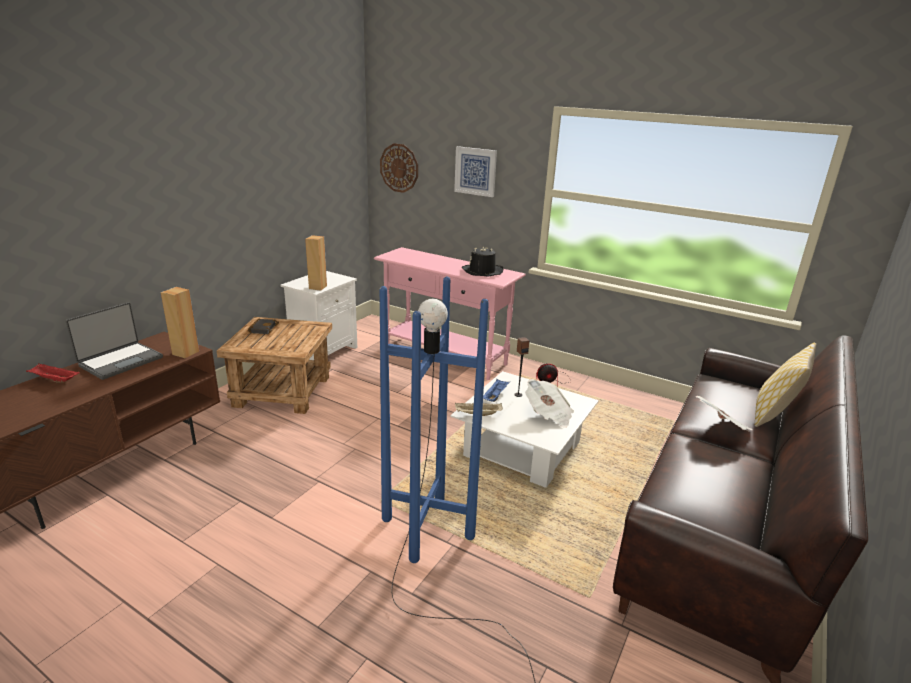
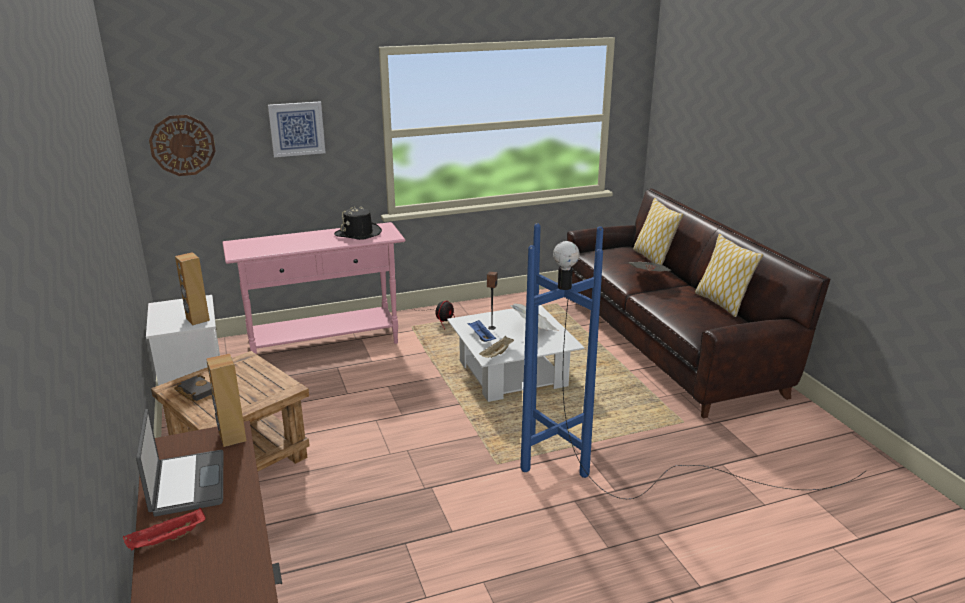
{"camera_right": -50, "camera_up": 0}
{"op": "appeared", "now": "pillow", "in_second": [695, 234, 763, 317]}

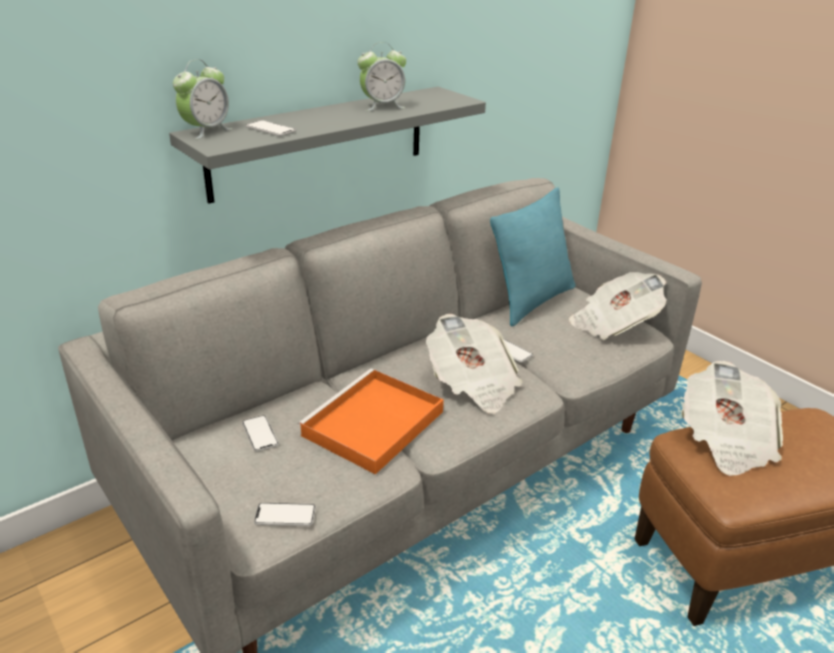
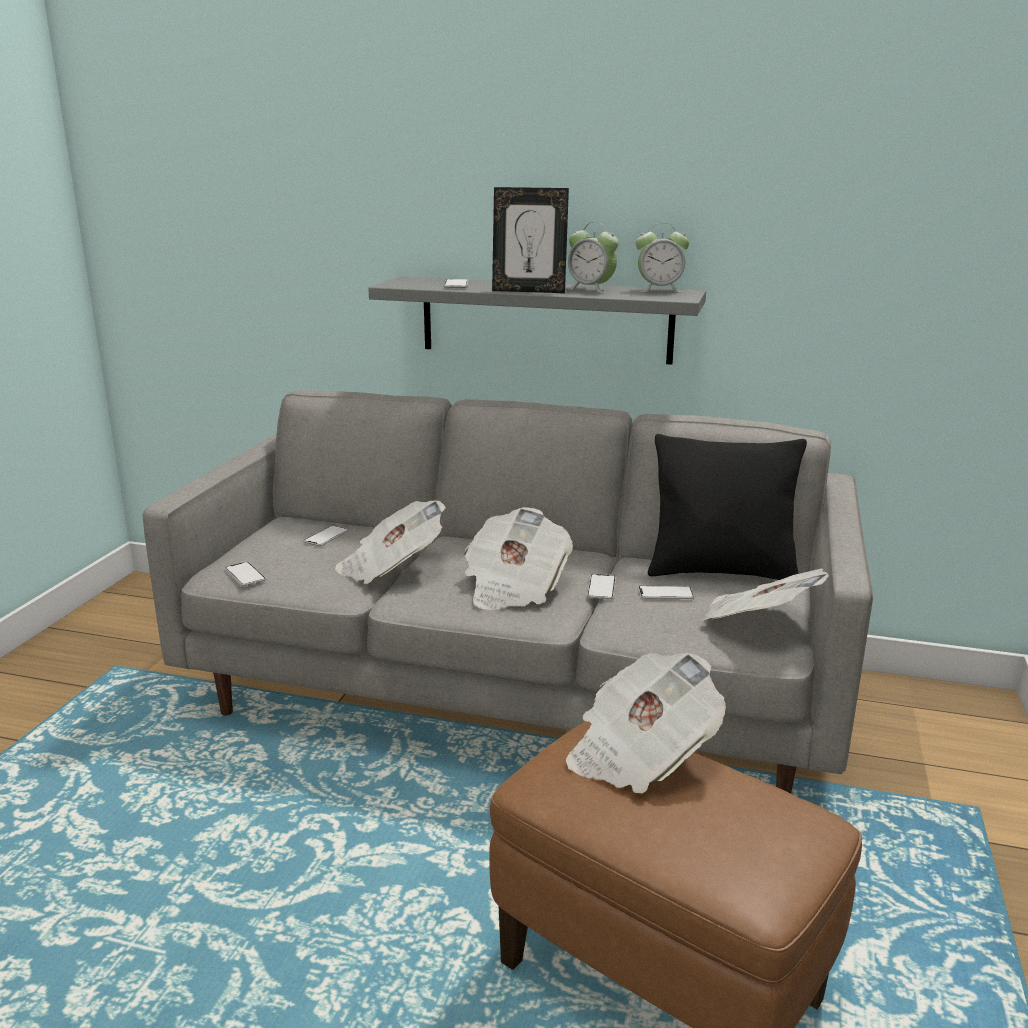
{"camera_right": 55, "camera_up": -10}
{"op": "appeared", "now": "picture frame", "in_second": [492, 187, 569, 293]}
{"op": "appeared", "now": "phone", "in_second": [638, 586, 694, 599]}
{"op": "relocated", "was": "alarm clock", "in_first": [173, 59, 233, 139], "in_second": [636, 223, 689, 293]}
{"op": "exchanged", "was": "tray (orange)", "now": "newspaper", "in_first": [297, 369, 444, 474], "in_second": [335, 500, 446, 584]}
{"op": "colour", "was": "pillow (turquoise)", "now": "pillow (black)", "in_first": [490, 187, 576, 327], "in_second": [648, 434, 807, 580]}

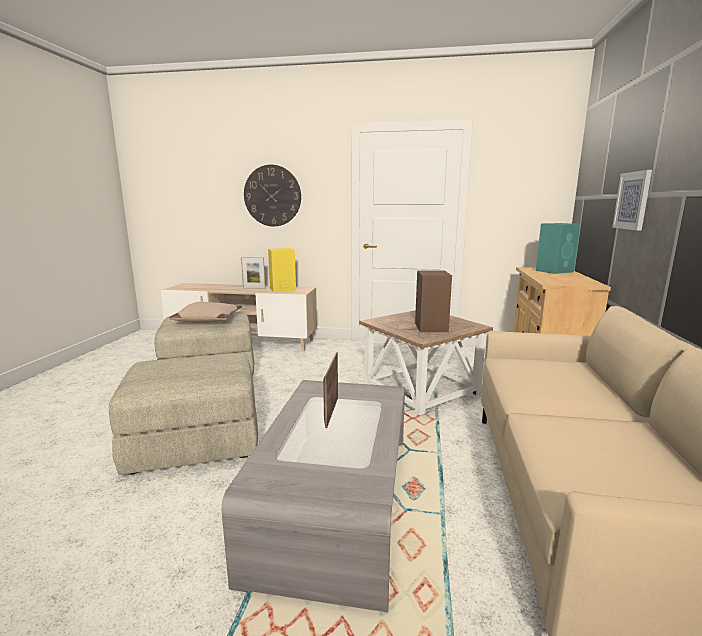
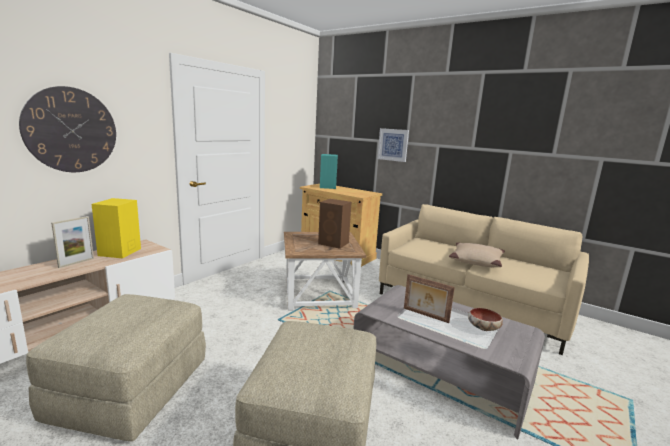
{"camera_right": -65, "camera_up": 0}
{"op": "appeared", "now": "bowl", "in_second": [468, 308, 503, 331]}
{"op": "relocated", "was": "pillow (beige)", "in_first": [170, 302, 242, 322], "in_second": [449, 243, 505, 267]}

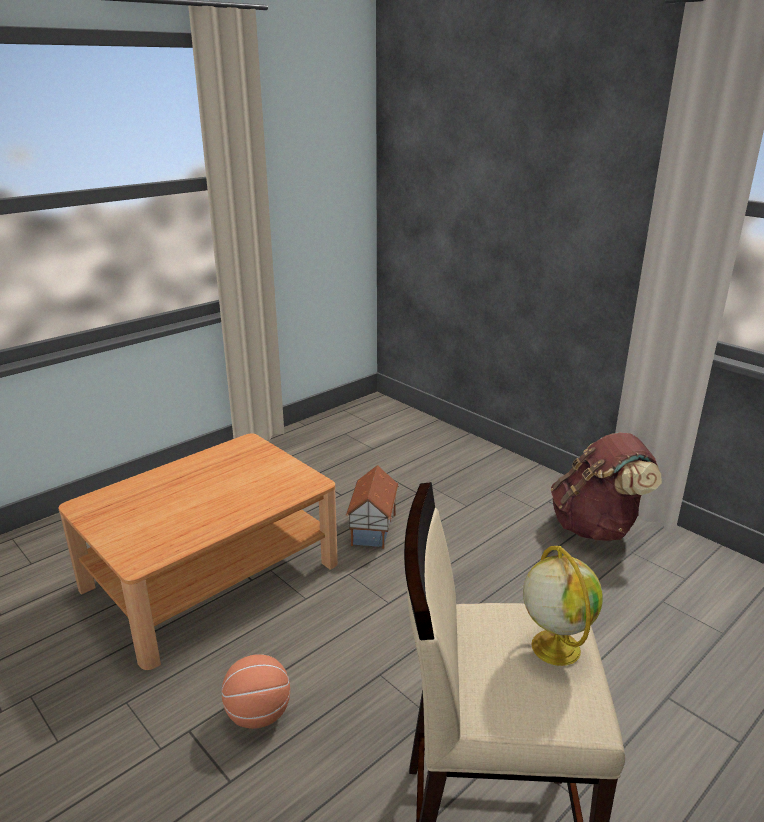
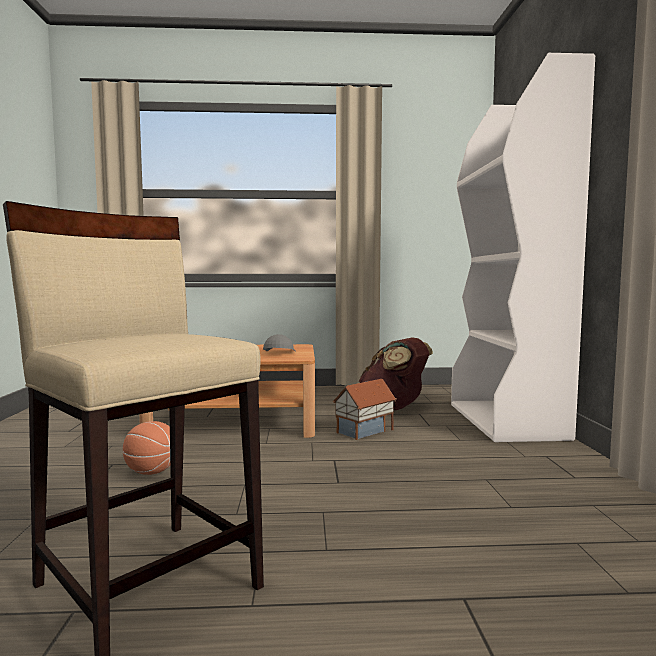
{"camera_right": 40, "camera_up": -20}
{"op": "missing", "was": "globe", "in_first": [523, 546, 603, 666]}
{"op": "appeared", "now": "cap (grey)", "in_second": [263, 334, 296, 352]}
{"op": "appeared", "now": "bookcase (white)", "in_second": [451, 53, 595, 442]}
{"op": "relocated", "was": "backpack (brown)", "in_first": [551, 432, 662, 541], "in_second": [359, 338, 433, 410]}

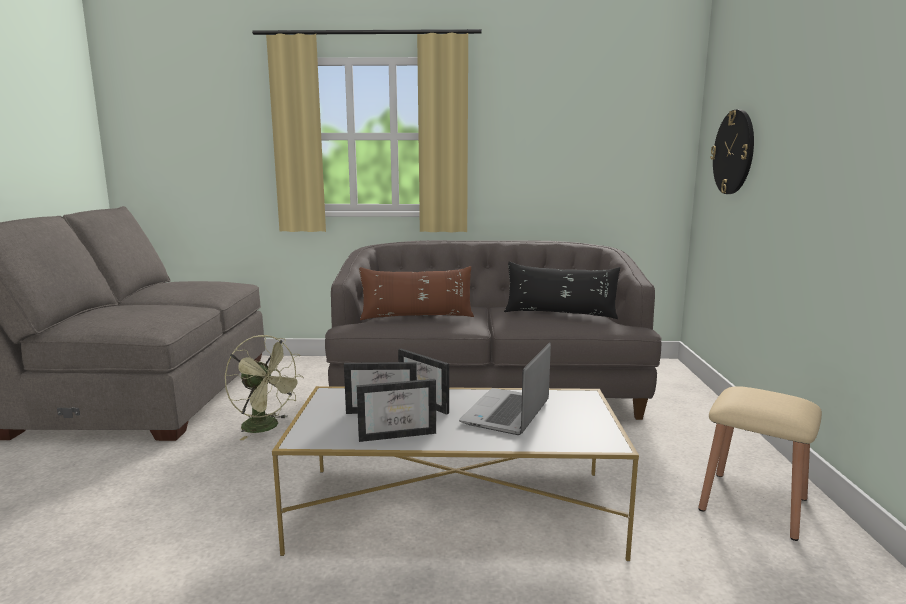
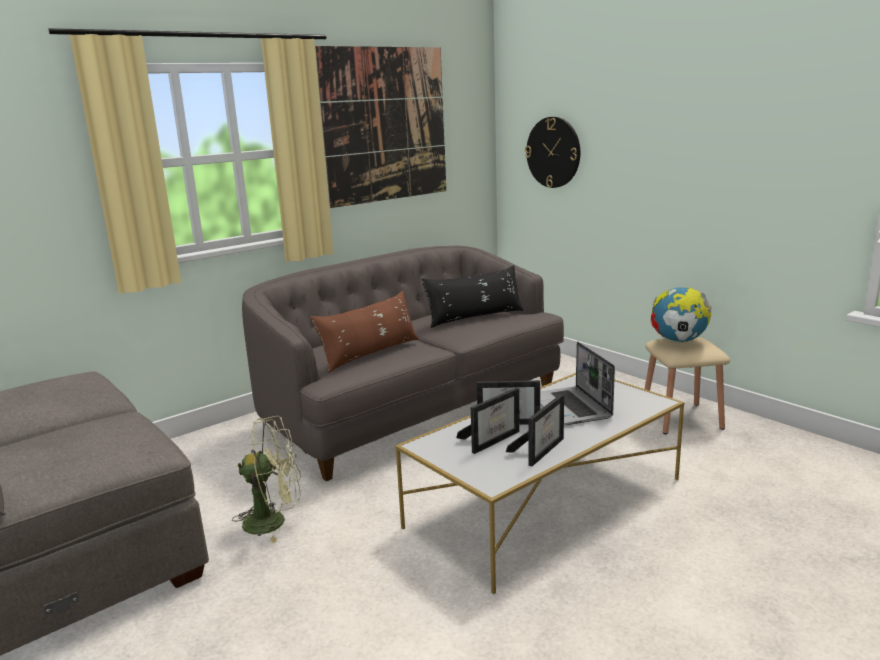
{"camera_right": -40, "camera_up": 5}
{"op": "appeared", "now": "picture", "in_second": [315, 46, 446, 208]}
{"op": "appeared", "now": "globe", "in_second": [650, 287, 712, 343]}

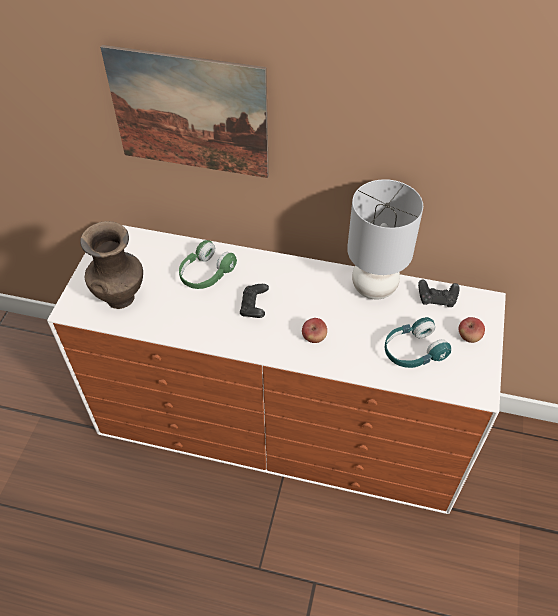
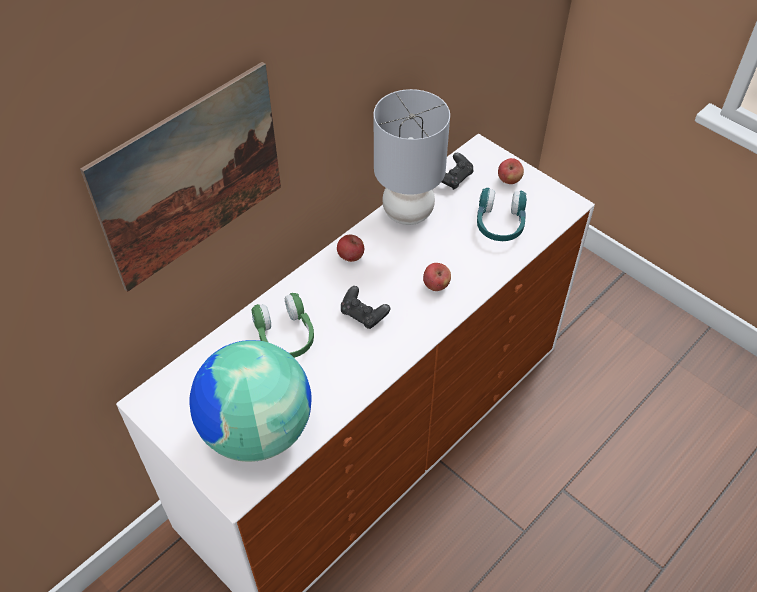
{"camera_right": -60, "camera_up": 0}
{"op": "appeared", "now": "apple", "in_second": [337, 235, 364, 262]}
{"op": "exchanged", "was": "vase (brown)", "now": "globe", "in_first": [80, 221, 143, 309], "in_second": [189, 340, 312, 462]}

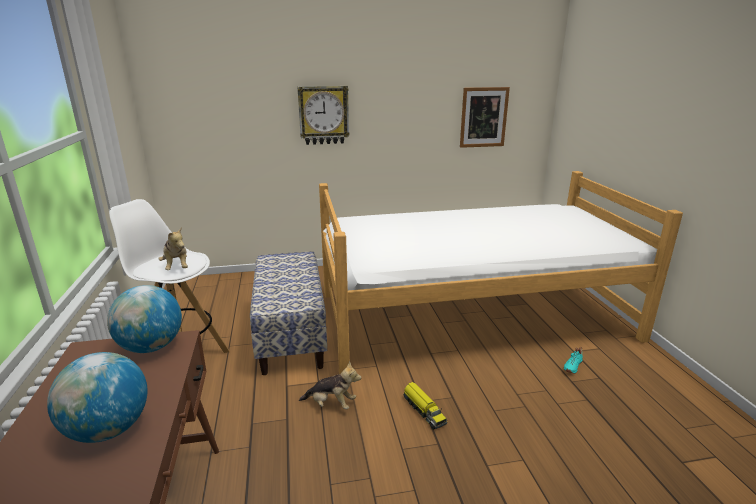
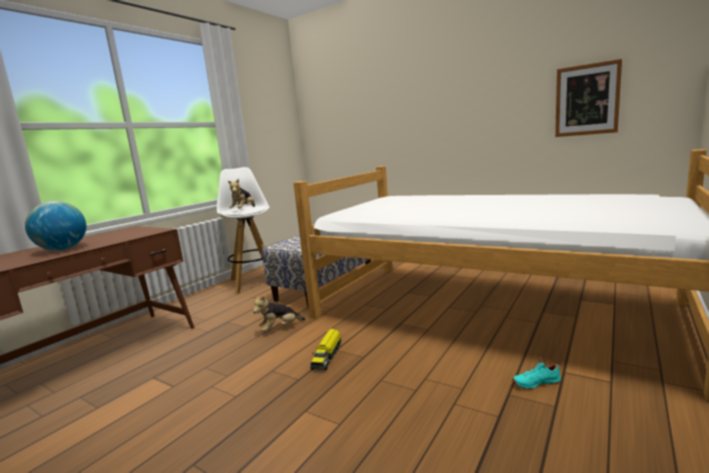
{"camera_right": 45, "camera_up": -10}
{"op": "missing", "was": "globe", "in_first": [107, 285, 182, 353]}
{"op": "missing", "was": "wall clock", "in_first": [297, 86, 349, 145]}
{"op": "spun", "was": "plush toy", "in_first": [299, 361, 361, 409], "in_second": [253, 296, 306, 332], "clockwise": 90}

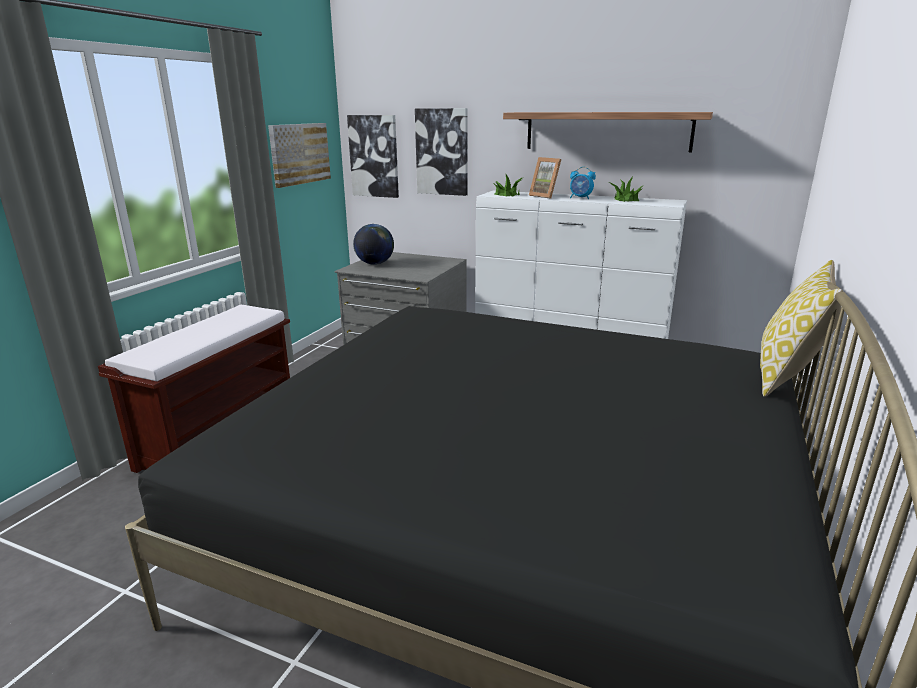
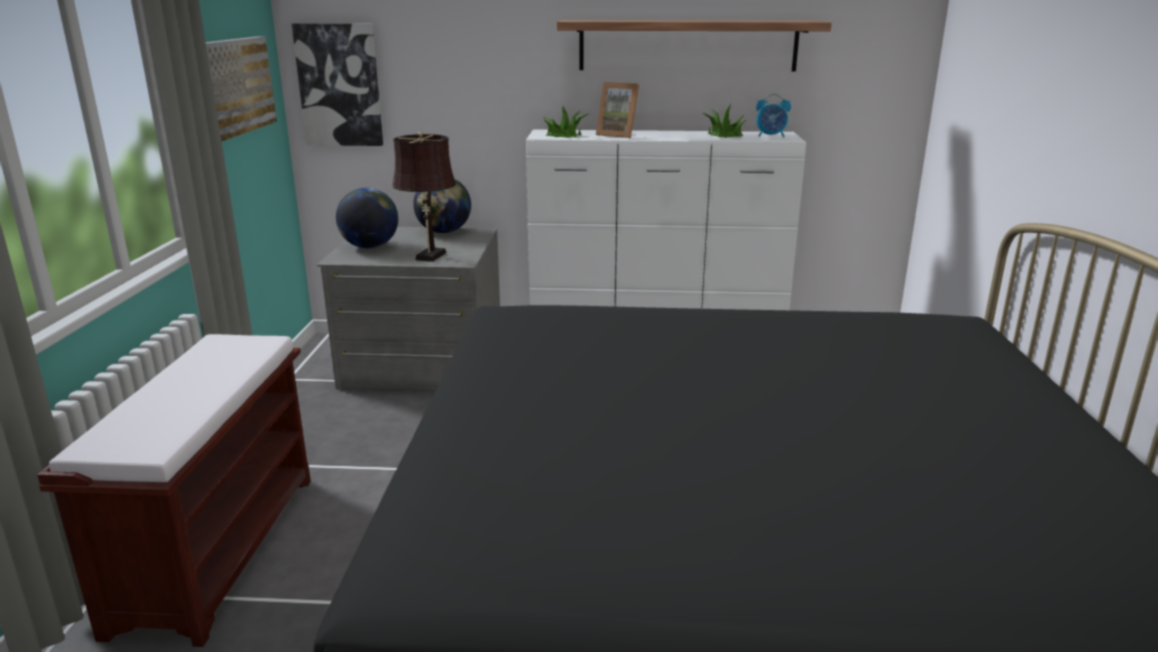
{"camera_right": -20, "camera_up": 0}
{"op": "missing", "was": "picture", "in_first": [415, 108, 467, 196]}
{"op": "missing", "was": "pillow", "in_first": [760, 260, 843, 397]}
{"op": "appeared", "now": "table lamp (brown)", "in_second": [392, 132, 456, 262]}
{"op": "appeared", "now": "globe", "in_second": [413, 179, 471, 233]}
{"op": "relocated", "was": "alarm clock", "in_first": [570, 167, 596, 199], "in_second": [756, 94, 791, 137]}

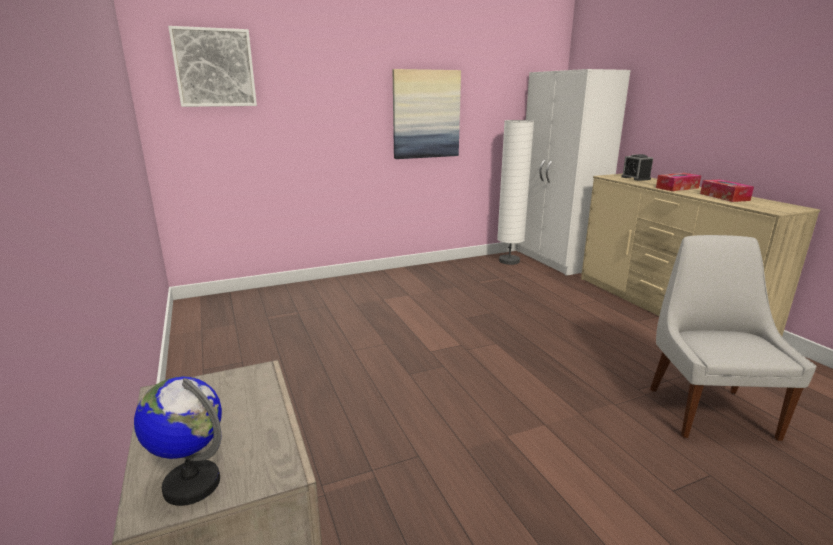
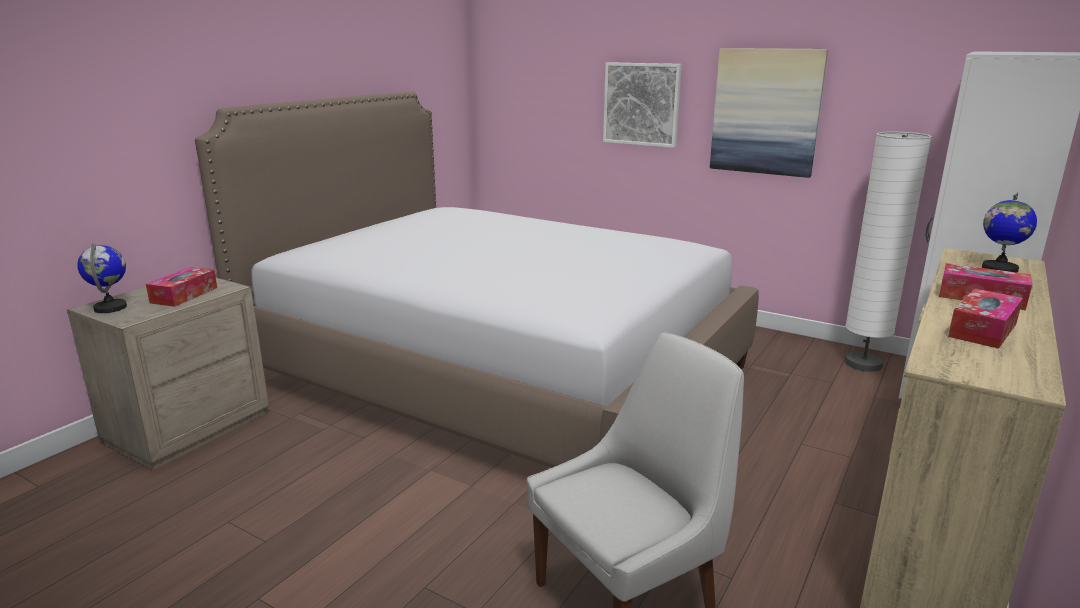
{"camera_right": 55, "camera_up": 0}
{"op": "appeared", "now": "tissue box", "in_second": [146, 267, 217, 307]}
{"op": "appeared", "now": "bed", "in_second": [195, 92, 759, 468]}
{"op": "relocated", "was": "picture", "in_first": [168, 26, 257, 107], "in_second": [603, 62, 682, 148]}
{"op": "exchanged", "was": "alarm clock", "now": "globe", "in_first": [621, 154, 653, 181], "in_second": [982, 193, 1037, 273]}

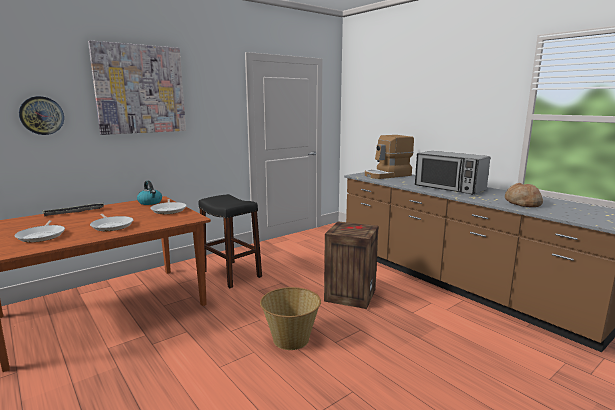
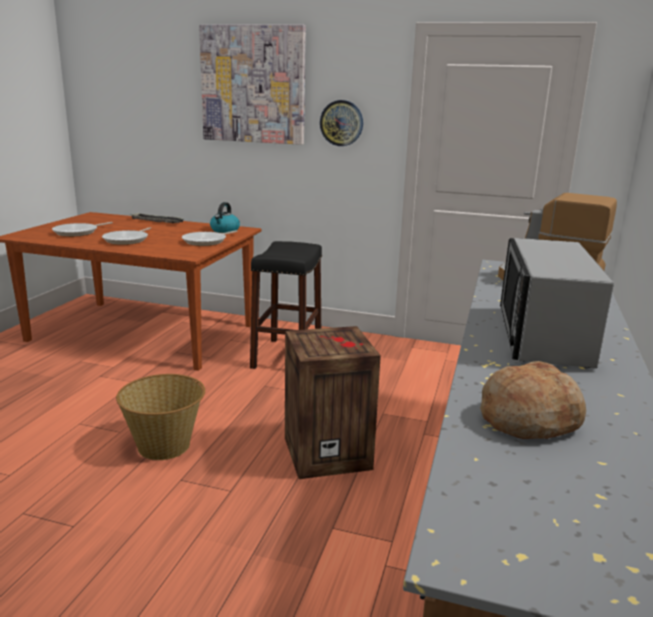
{"camera_right": 55, "camera_up": 5}
{"op": "relocated", "was": "wall clock", "in_first": [19, 96, 64, 135], "in_second": [320, 100, 363, 146]}

